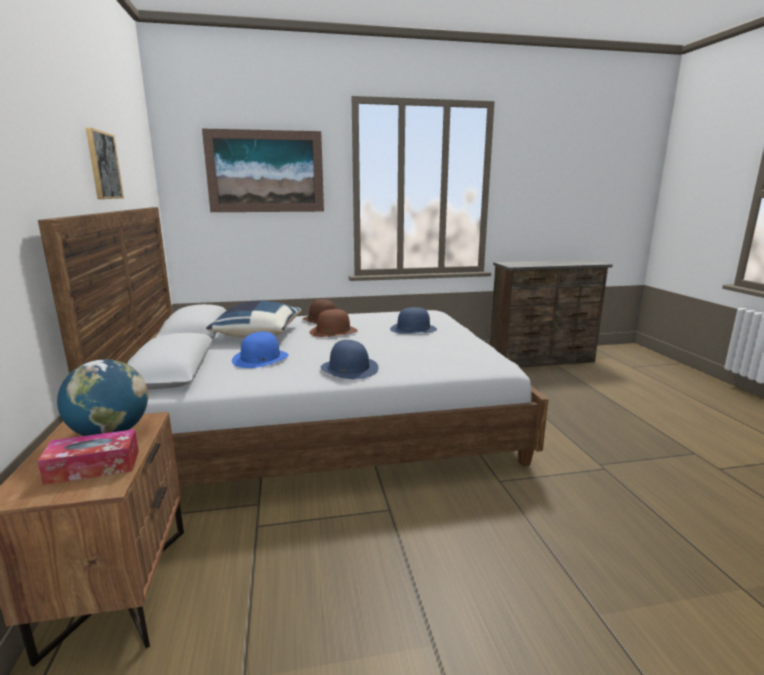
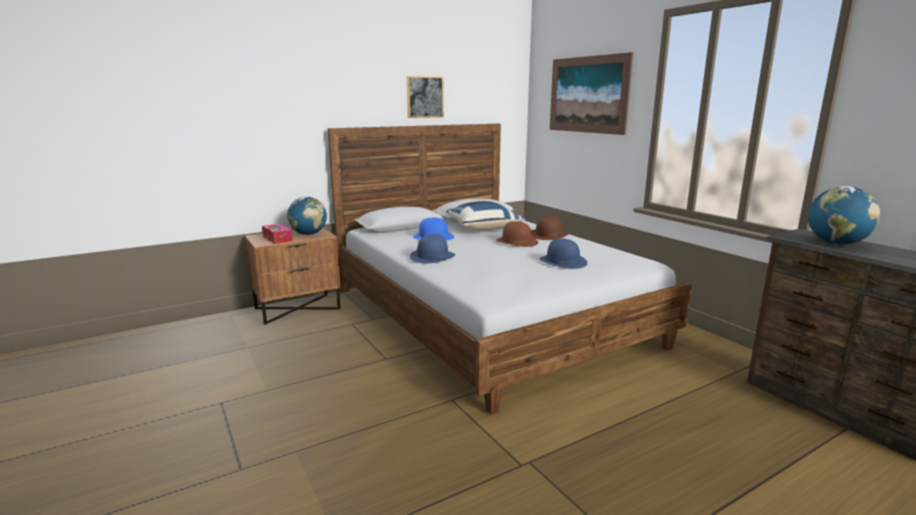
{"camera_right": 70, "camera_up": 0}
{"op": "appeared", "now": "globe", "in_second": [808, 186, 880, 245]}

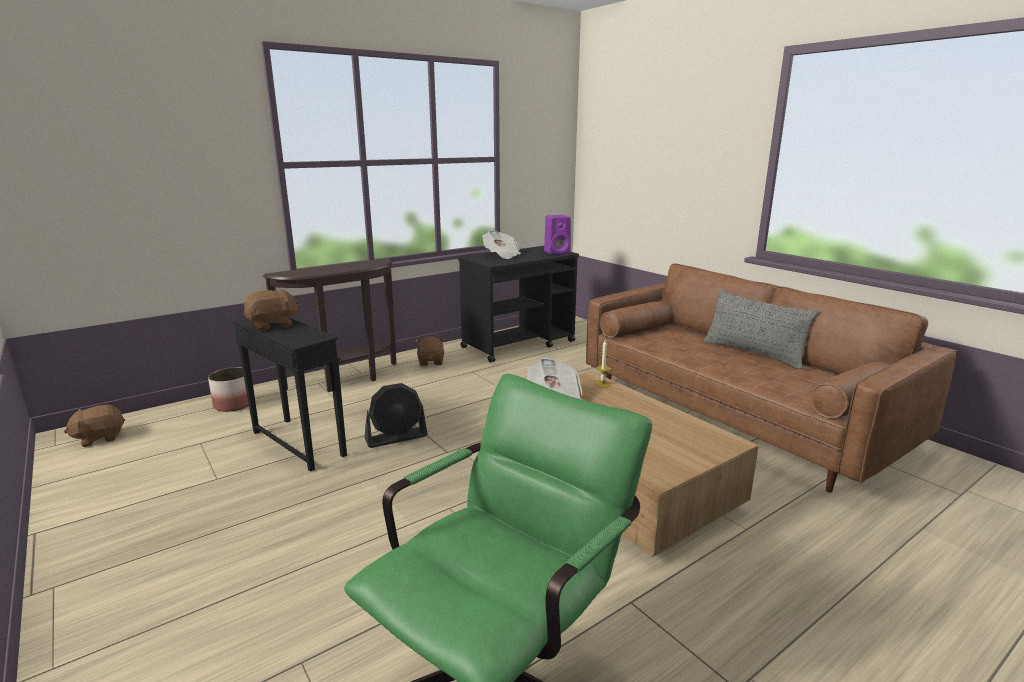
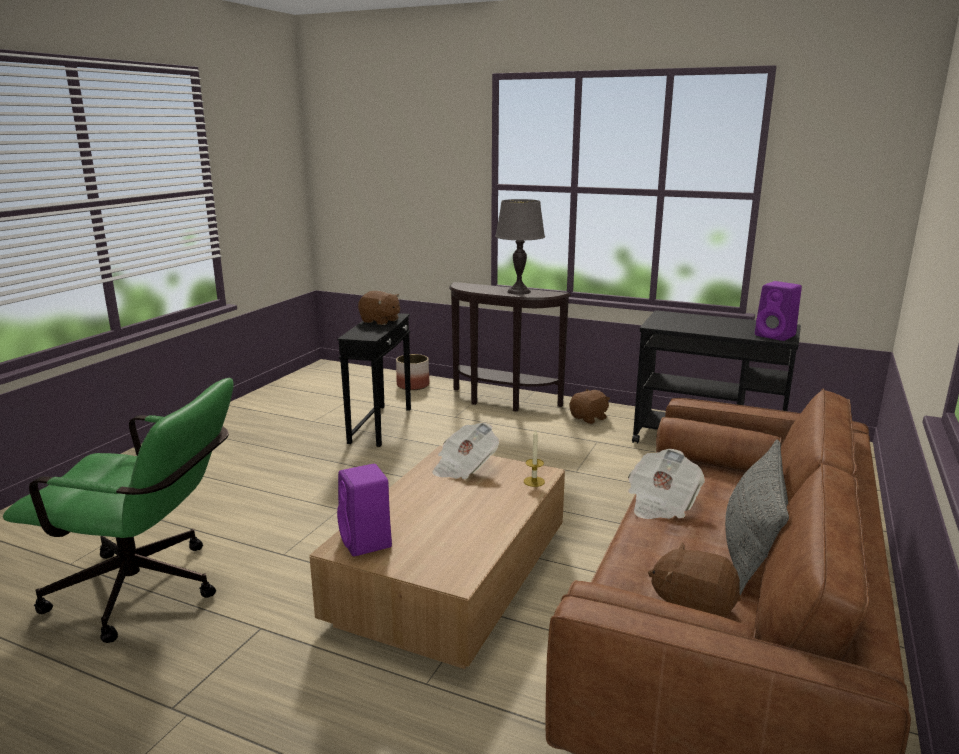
{"camera_right": 60, "camera_up": 0}
{"op": "missing", "was": "fan (black)", "in_first": [365, 383, 428, 448]}
{"op": "appeared", "now": "speaker (purple)", "in_second": [337, 464, 392, 556]}
{"op": "appeared", "now": "table lamp (grey)", "in_second": [495, 199, 545, 295]}
{"op": "relocated", "was": "plush toy (brown)", "in_first": [64, 405, 125, 447], "in_second": [648, 543, 741, 617]}
{"op": "relocated", "was": "newspaper", "in_first": [482, 230, 521, 259], "in_second": [628, 449, 705, 519]}

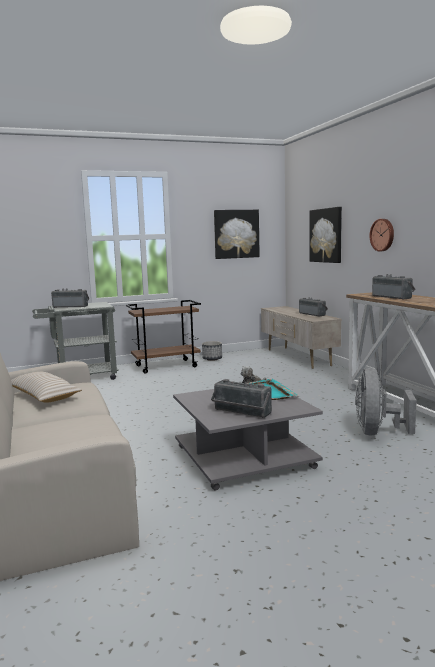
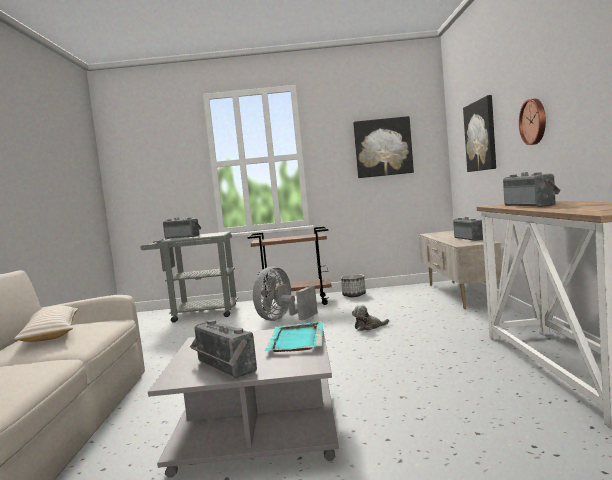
{"camera_right": 20, "camera_up": -5}
{"op": "relocated", "was": "fan (grey)", "in_first": [355, 368, 417, 436], "in_second": [253, 266, 318, 321]}

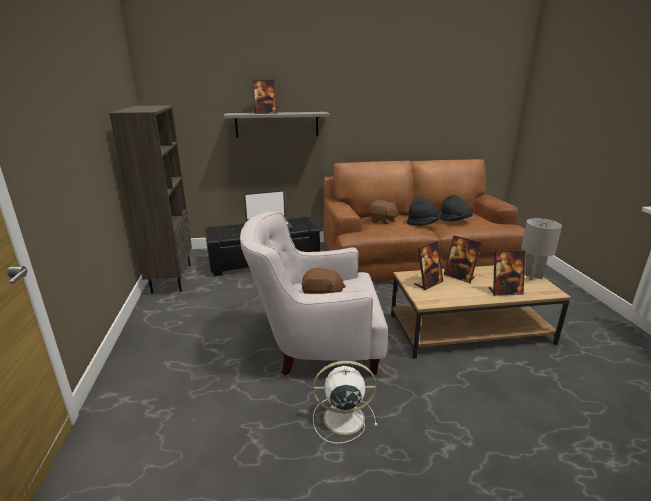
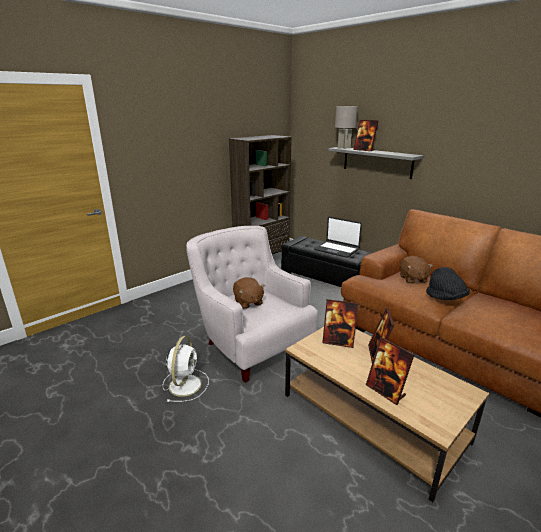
{"camera_right": 55, "camera_up": 0}
{"op": "missing", "was": "hat (black)", "in_first": [440, 195, 473, 221]}
{"op": "relocated", "was": "table lamp (grey)", "in_first": [521, 218, 562, 280], "in_second": [335, 106, 358, 149]}
{"op": "spun", "was": "fan (white)", "in_first": [313, 361, 378, 444], "in_second": [163, 336, 209, 402], "clockwise": 45}

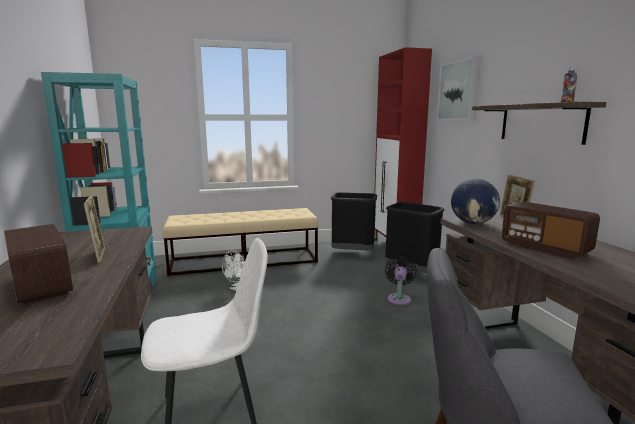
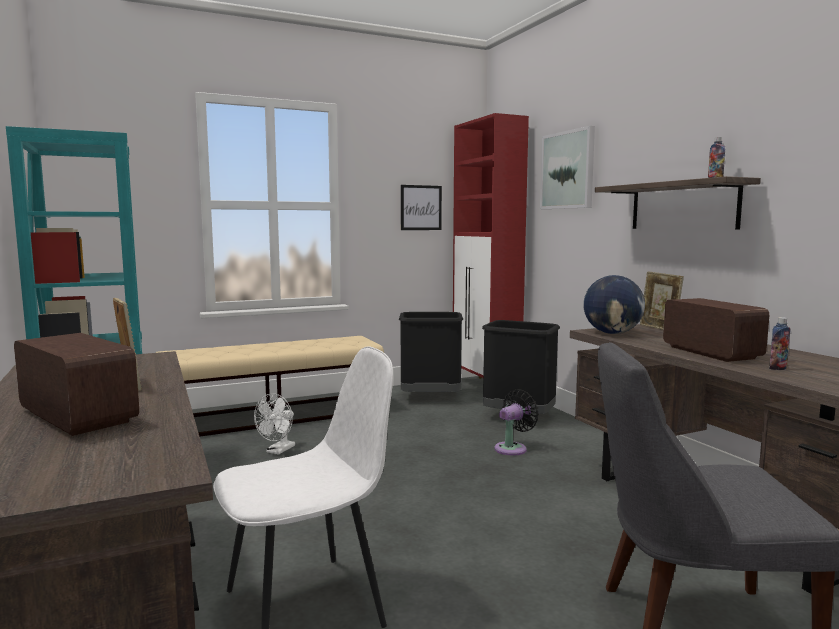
{"camera_right": -10, "camera_up": -5}
{"op": "appeared", "now": "picture", "in_second": [401, 185, 442, 230]}
{"op": "appeared", "now": "bottle", "in_second": [769, 317, 791, 370]}
{"op": "spun", "was": "fan (black)", "in_first": [385, 256, 417, 305], "in_second": [494, 389, 539, 456], "clockwise": 45}
{"op": "spun", "was": "radio", "in_first": [502, 202, 600, 259], "in_second": [663, 298, 769, 362], "clockwise": -150}

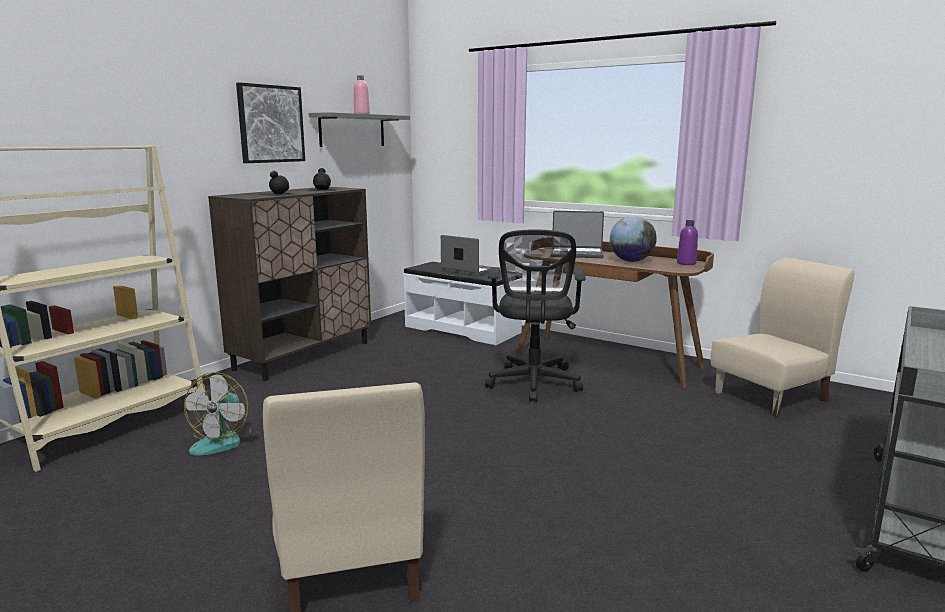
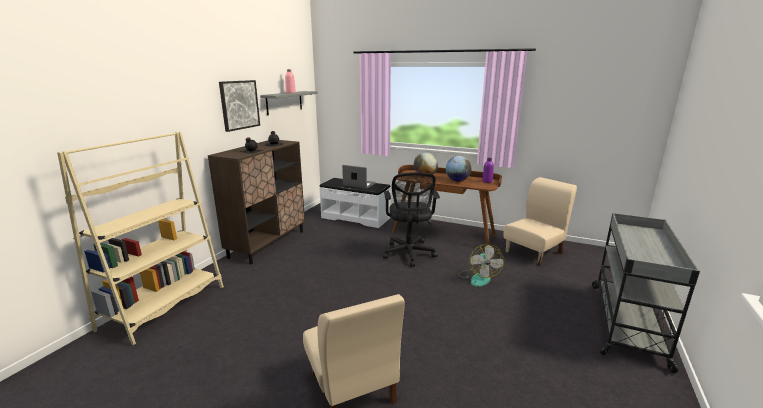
{"camera_right": -10, "camera_up": 5}
{"op": "relocated", "was": "fan", "in_first": [184, 372, 251, 455], "in_second": [458, 244, 504, 287]}
{"op": "exchanged", "was": "laptop", "now": "globe", "in_first": [552, 211, 604, 258], "in_second": [413, 152, 438, 177]}

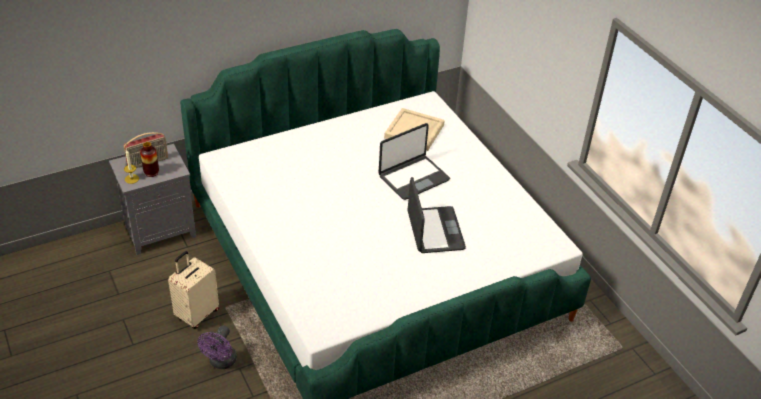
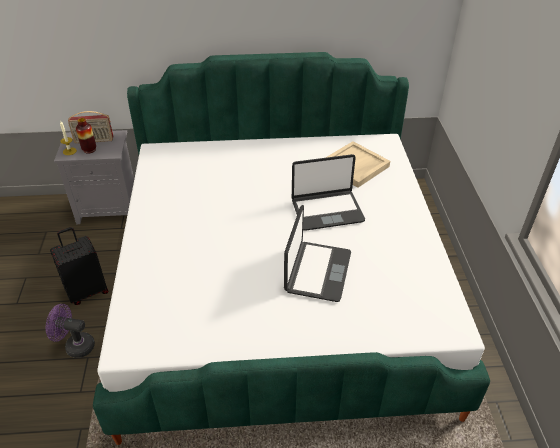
{"camera_right": 25, "camera_up": 0}
{"op": "colour", "was": "suitcase (beige)", "now": "suitcase (black)", "in_first": [168, 251, 219, 329], "in_second": [50, 227, 108, 305]}
{"op": "spun", "was": "fan (purple)", "in_first": [197, 325, 237, 369], "in_second": [46, 304, 95, 358], "clockwise": 60}

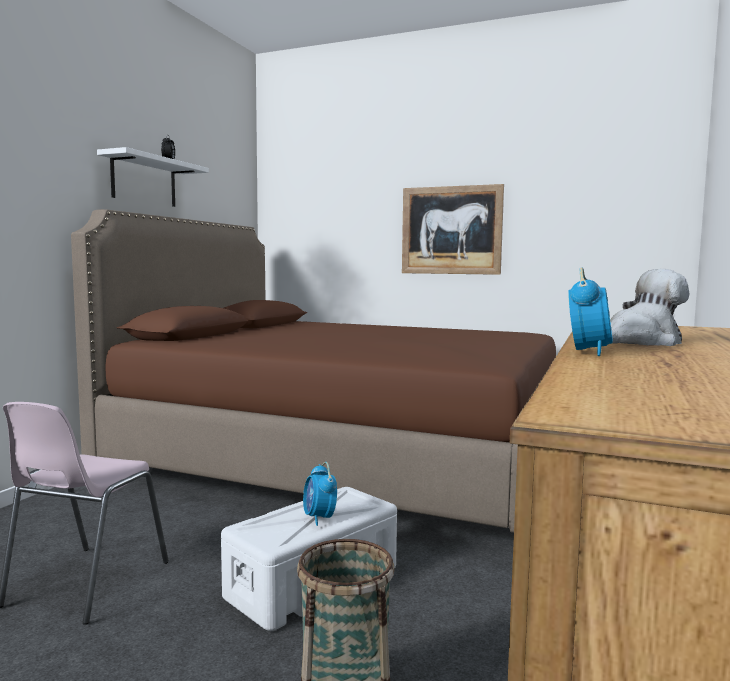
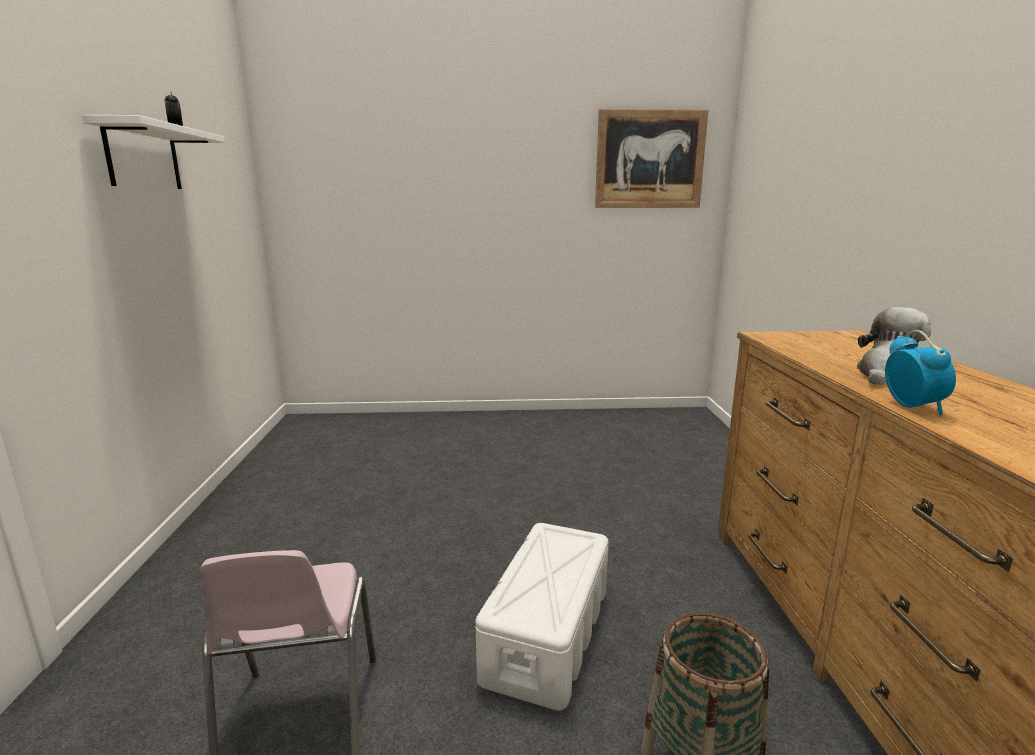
{"camera_right": -25, "camera_up": 10}
{"op": "missing", "was": "bed (brown)", "in_first": [71, 209, 556, 533]}
{"op": "missing", "was": "alarm clock", "in_first": [303, 462, 337, 526]}
{"op": "relocated", "was": "picture", "in_first": [402, 184, 504, 275], "in_second": [595, 109, 708, 208]}

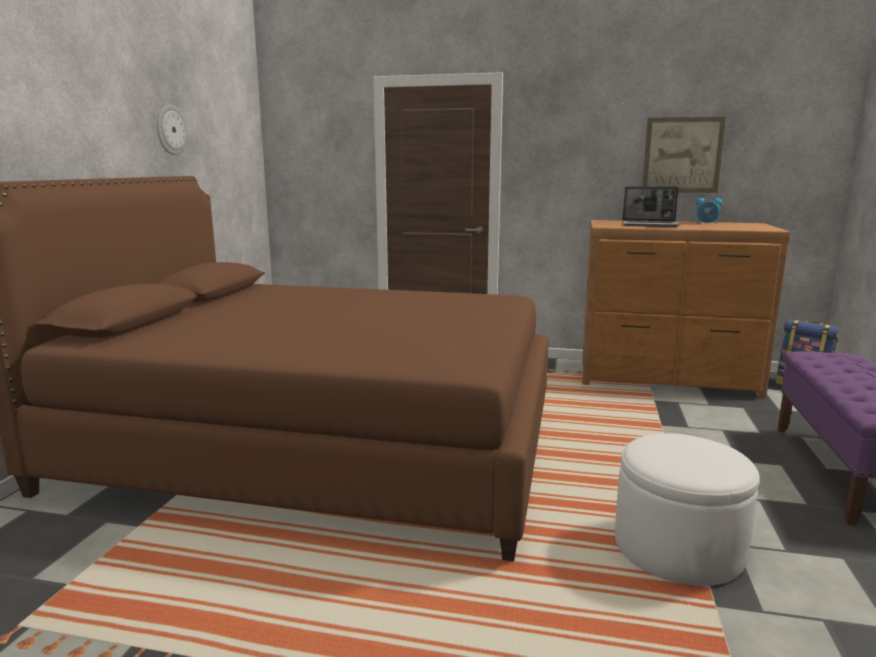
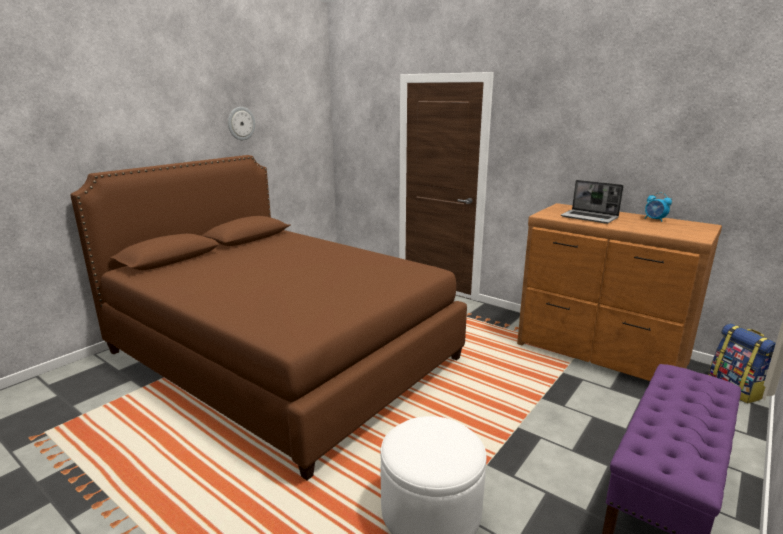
{"camera_right": 25, "camera_up": 5}
{"op": "missing", "was": "picture", "in_first": [642, 117, 726, 193]}

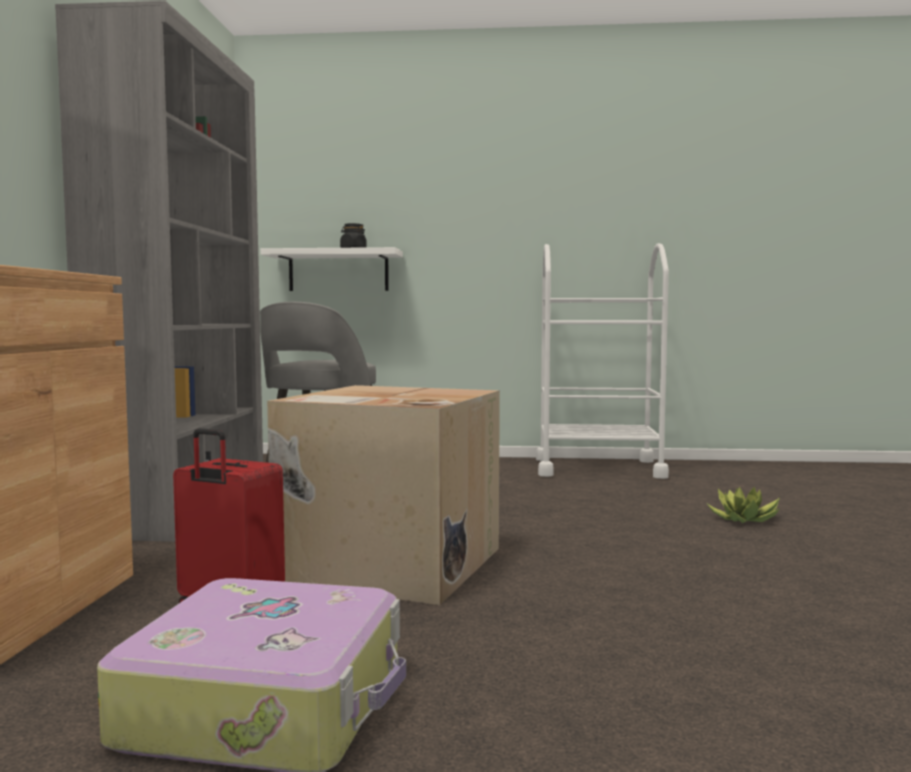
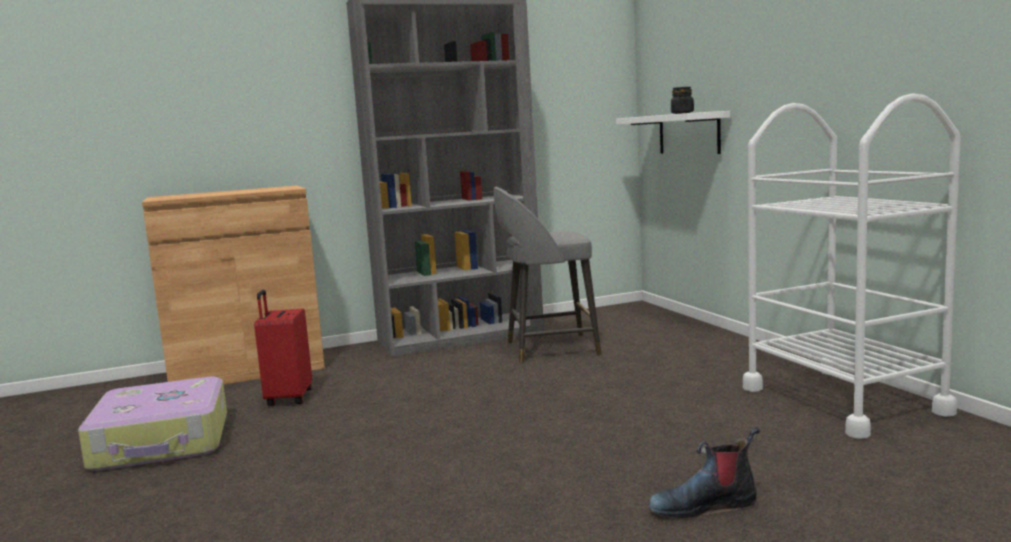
{"camera_right": 65, "camera_up": 5}
{"op": "missing", "was": "cardboard box", "in_first": [267, 385, 500, 605]}
{"op": "exchanged", "was": "potted plant", "now": "boot", "in_first": [707, 487, 780, 523], "in_second": [648, 427, 760, 518]}

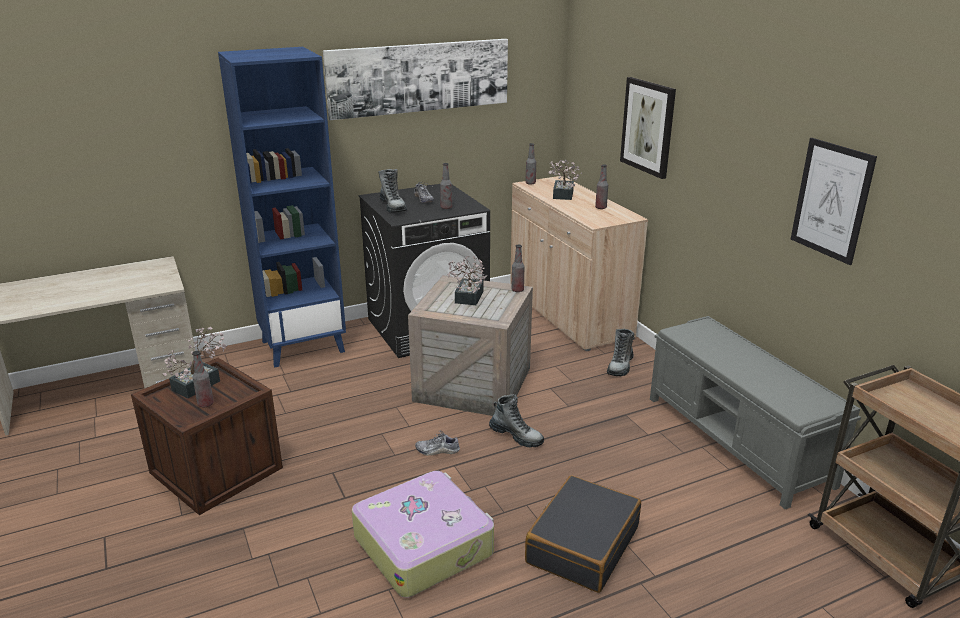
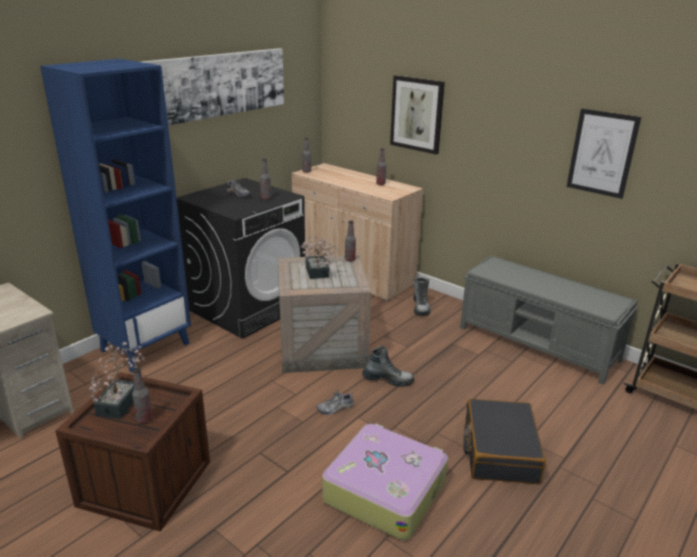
{"camera_right": -25, "camera_up": 0}
{"op": "missing", "was": "boot", "in_first": [378, 169, 407, 213]}
{"op": "missing", "was": "potted plant", "in_first": [548, 160, 582, 200]}

